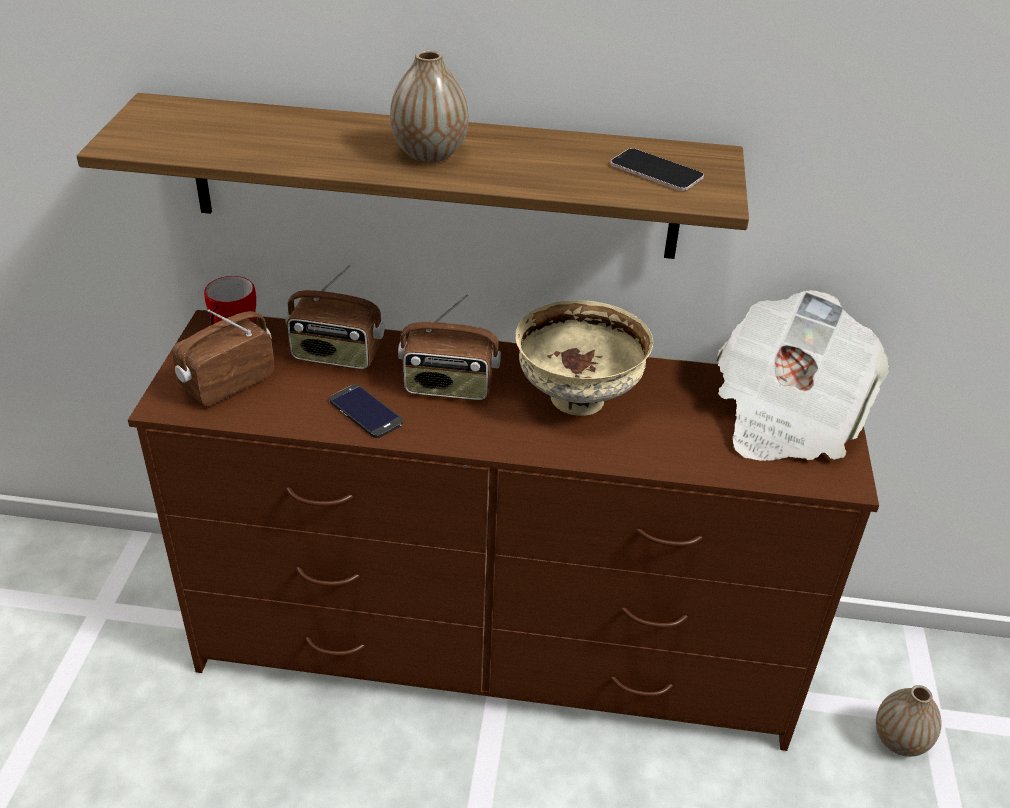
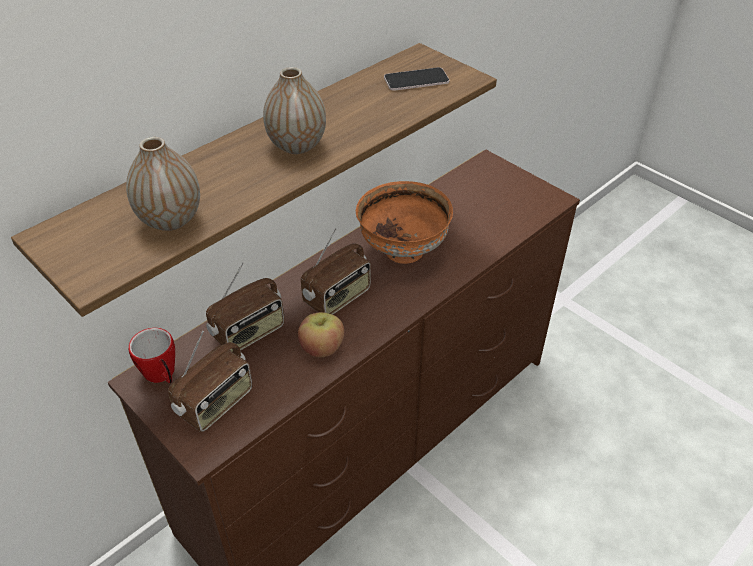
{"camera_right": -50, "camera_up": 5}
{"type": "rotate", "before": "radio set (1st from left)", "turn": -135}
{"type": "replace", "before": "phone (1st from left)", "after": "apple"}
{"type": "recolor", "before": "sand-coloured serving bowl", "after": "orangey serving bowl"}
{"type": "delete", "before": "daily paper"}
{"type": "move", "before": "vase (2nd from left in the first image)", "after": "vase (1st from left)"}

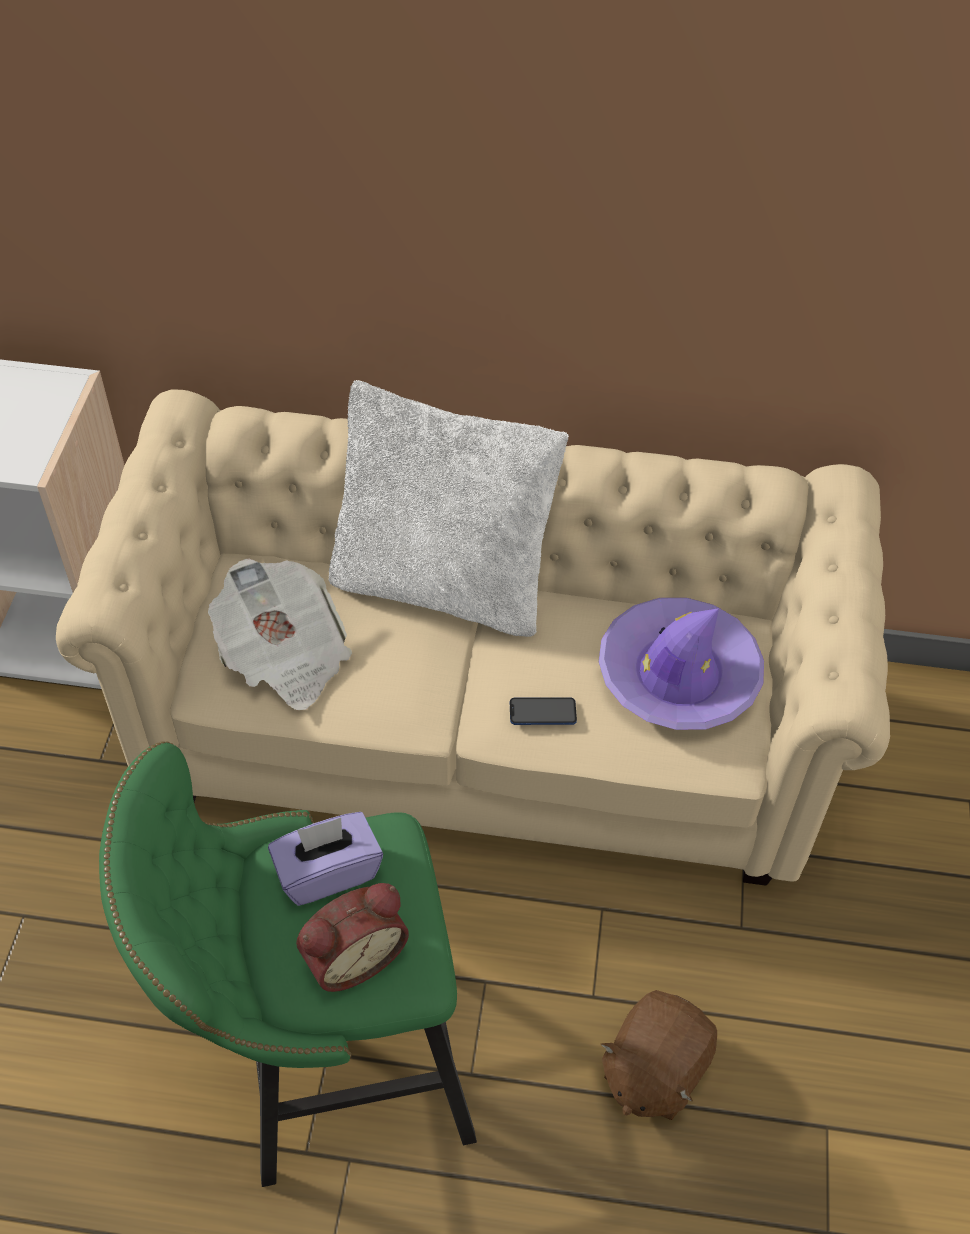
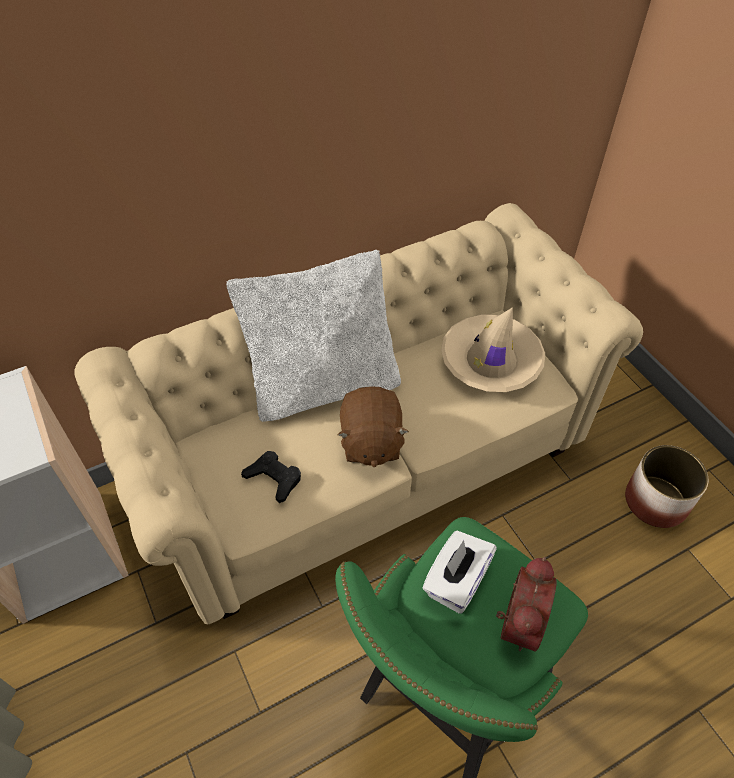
{"camera_right": -35, "camera_up": 0}
{"type": "replace", "before": "daily paper", "after": "black-coloured joypad"}
{"type": "recolor", "before": "purplish box of tissues", "after": "whitish box of tissues"}
{"type": "delete", "before": "phone"}
{"type": "recolor", "before": "purplish hat", "after": "sand-coloured hat"}
{"type": "move", "before": "brownish plush toy"}
{"type": "insert", "after": "flower pot"}

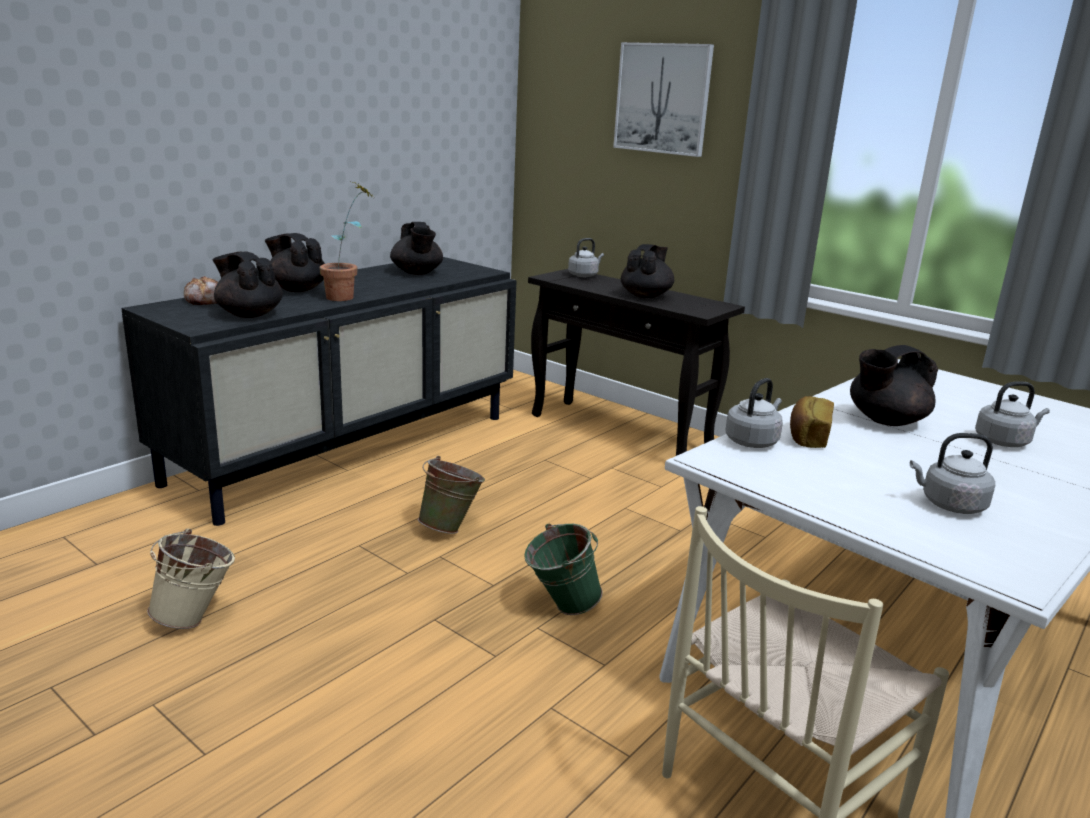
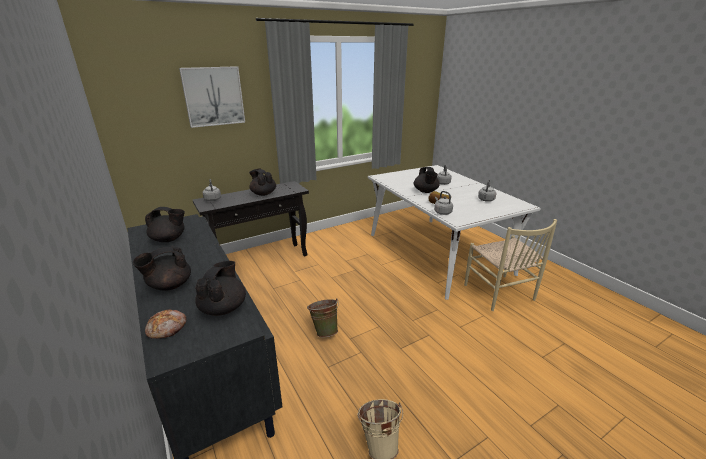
{"camera_right": -70, "camera_up": 5}
{"type": "rotate", "before": "black-coloured teapot (1st from left in the first image)", "turn": 135}
{"type": "delete", "before": "houseplant"}
{"type": "delete", "before": "green-coloured pail (2nd from left)"}

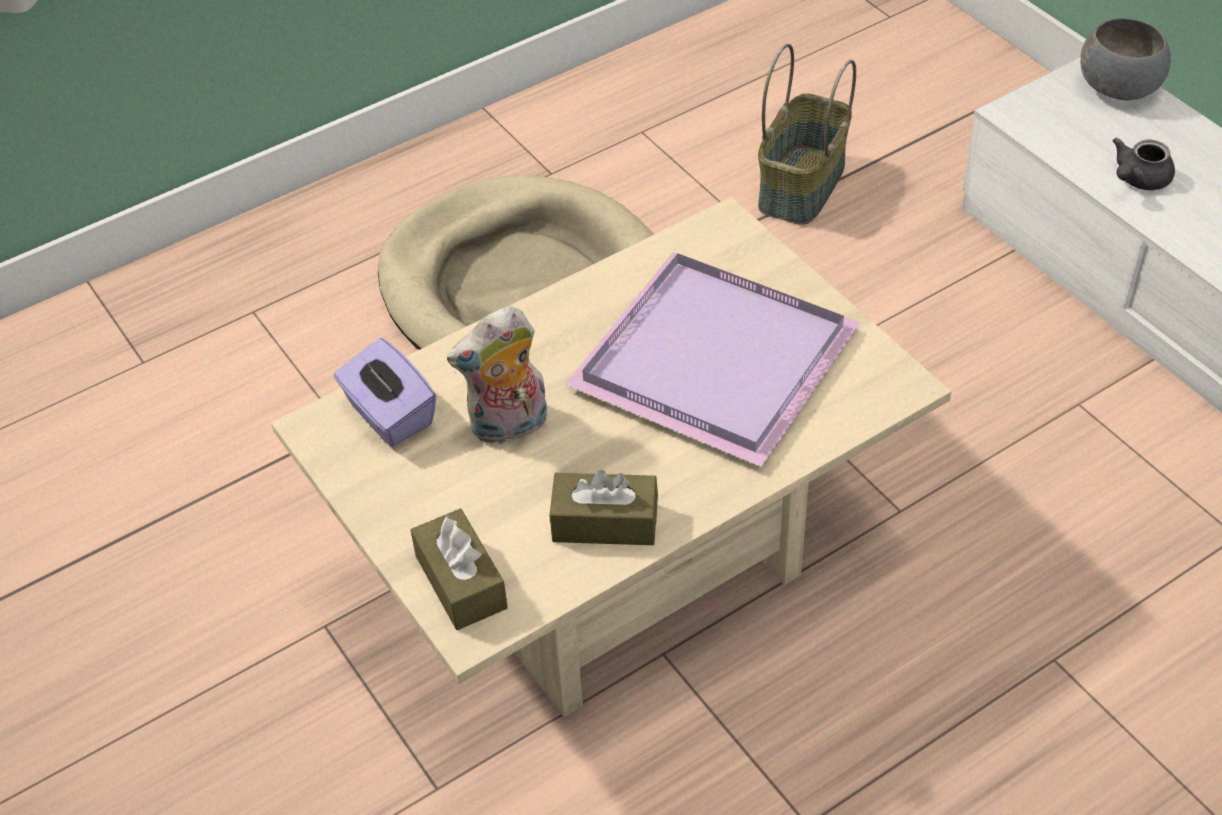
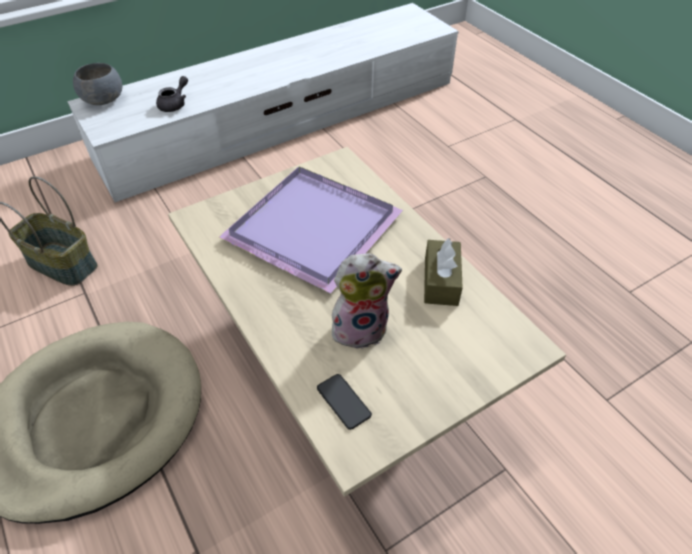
{"camera_right": -90, "camera_up": 0}
{"type": "replace", "before": "purplish box of tissues", "after": "phone"}
{"type": "delete", "before": "brownish box of tissues (1st from left)"}
{"type": "rotate", "before": "plush toy", "turn": -75}
{"type": "rotate", "before": "gray teapot", "turn": -105}

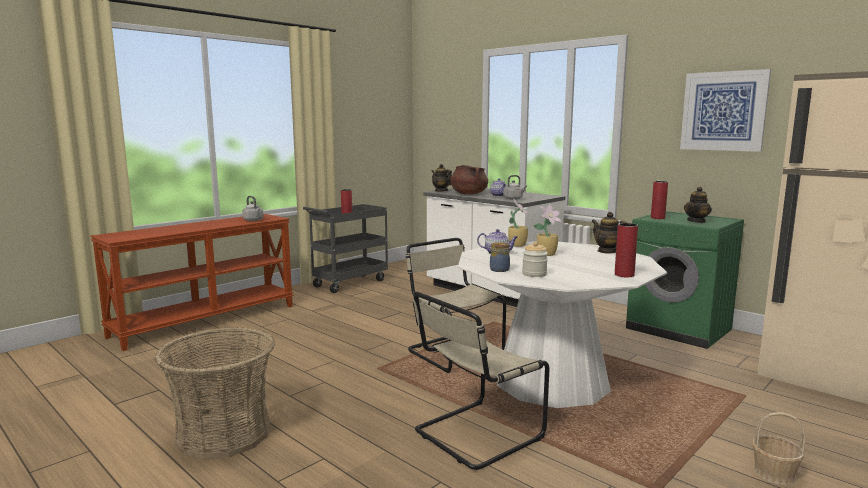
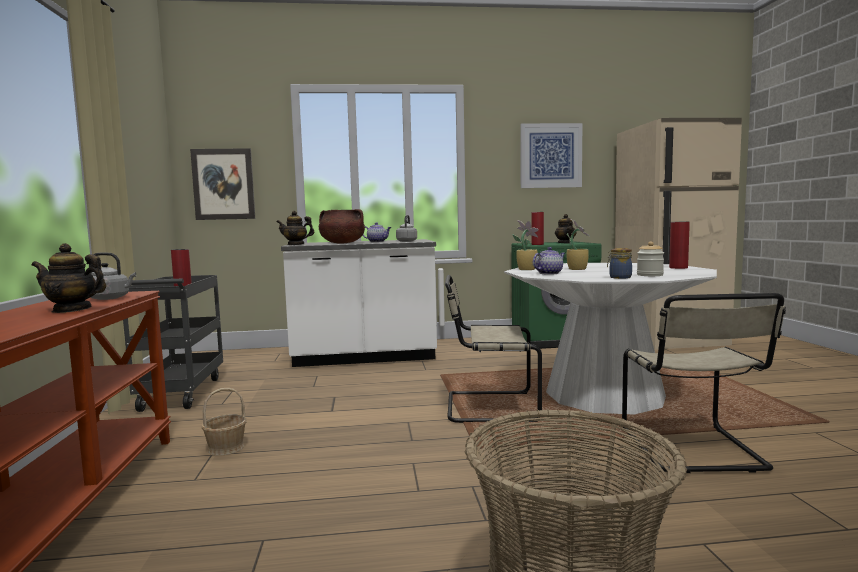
{"camera_right": -50, "camera_up": -5}
{"type": "move", "before": "teapot (4th from left in the first image)", "after": "teapot (1st from left)"}
{"type": "move", "before": "household basket (2nd from left in the first image)", "after": "household basket (1st from left)"}
{"type": "insert", "after": "wall picture (1st from left)"}

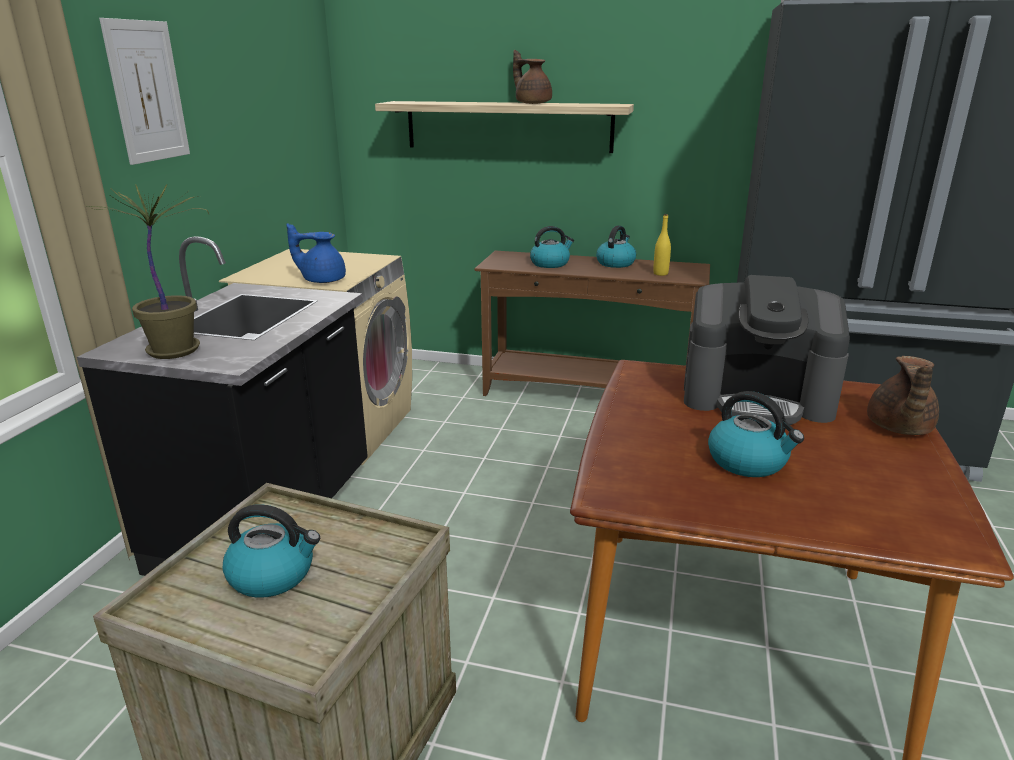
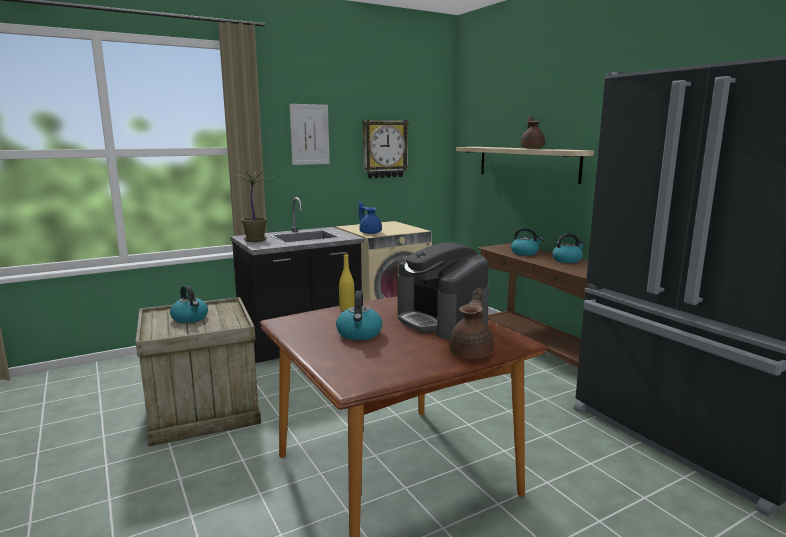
{"camera_right": 45, "camera_up": -10}
{"type": "move", "before": "yellow bottle"}
{"type": "rotate", "before": "brownish teapot (2nd from left in the first image)", "turn": 135}
{"type": "insert", "after": "clock on the wall"}

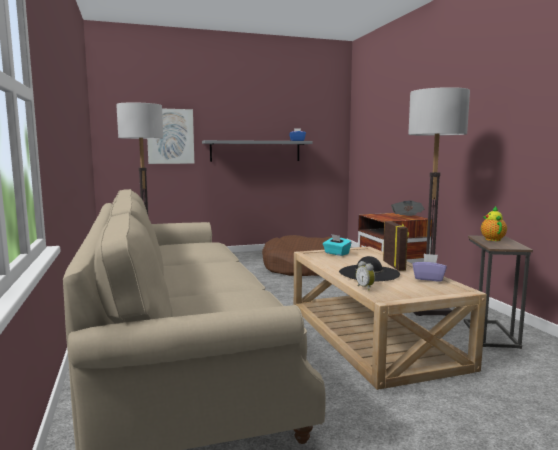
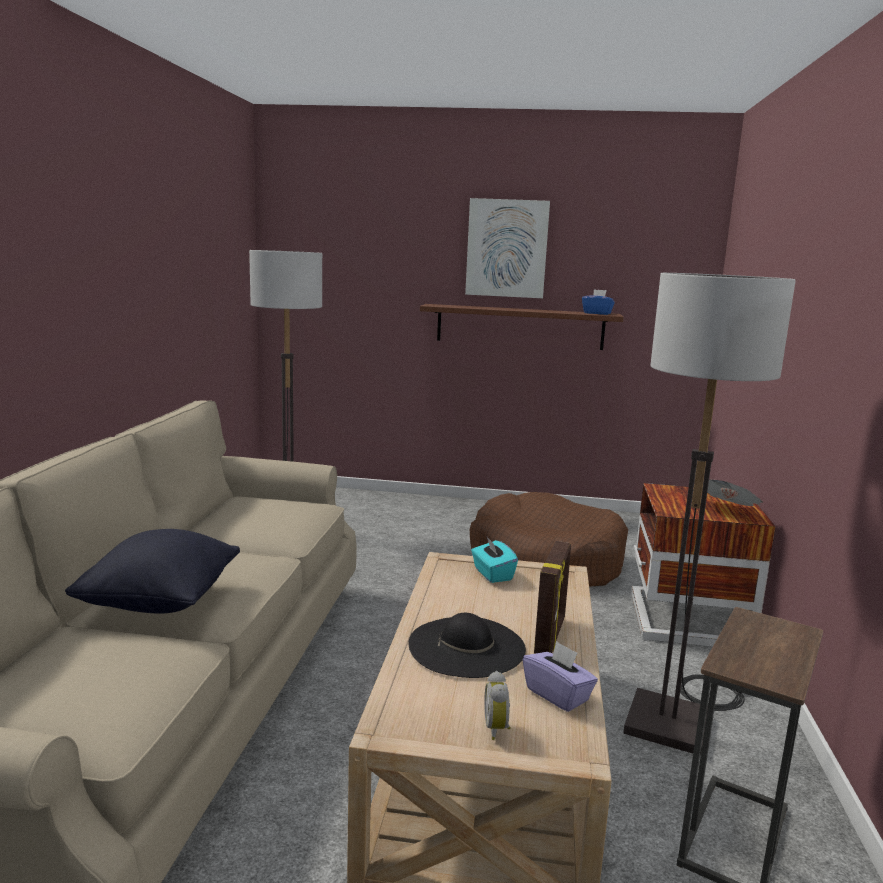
{"camera_right": 25, "camera_up": 5}
{"type": "move", "before": "wall picture"}
{"type": "recolor", "before": "gray bracket shelf", "after": "brownish bracket shelf"}
{"type": "move", "before": "alarm clock"}
{"type": "delete", "before": "teapot"}
{"type": "insert", "after": "black-coloured pillow"}

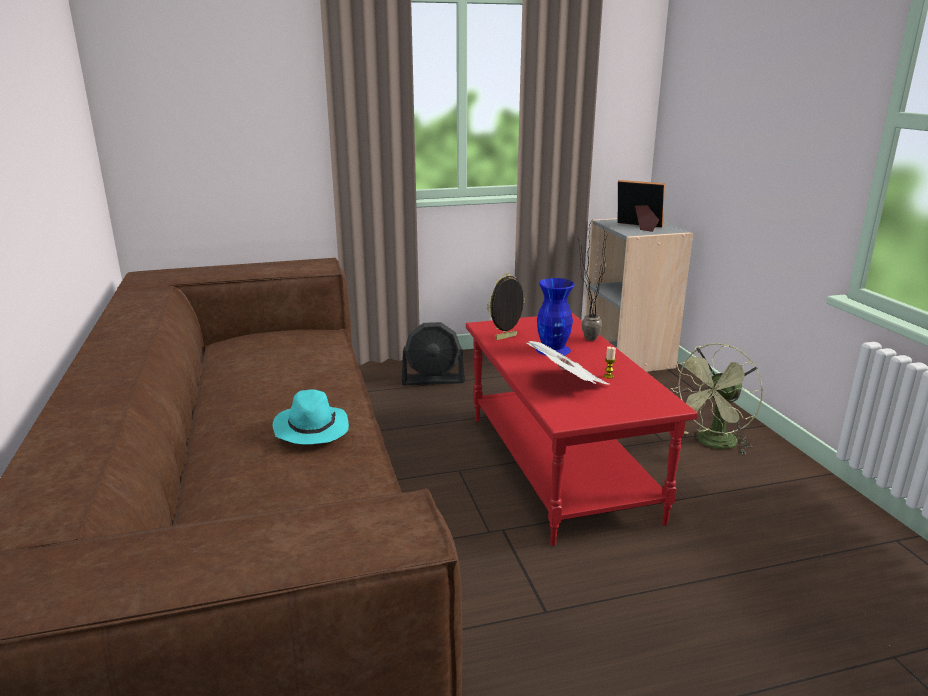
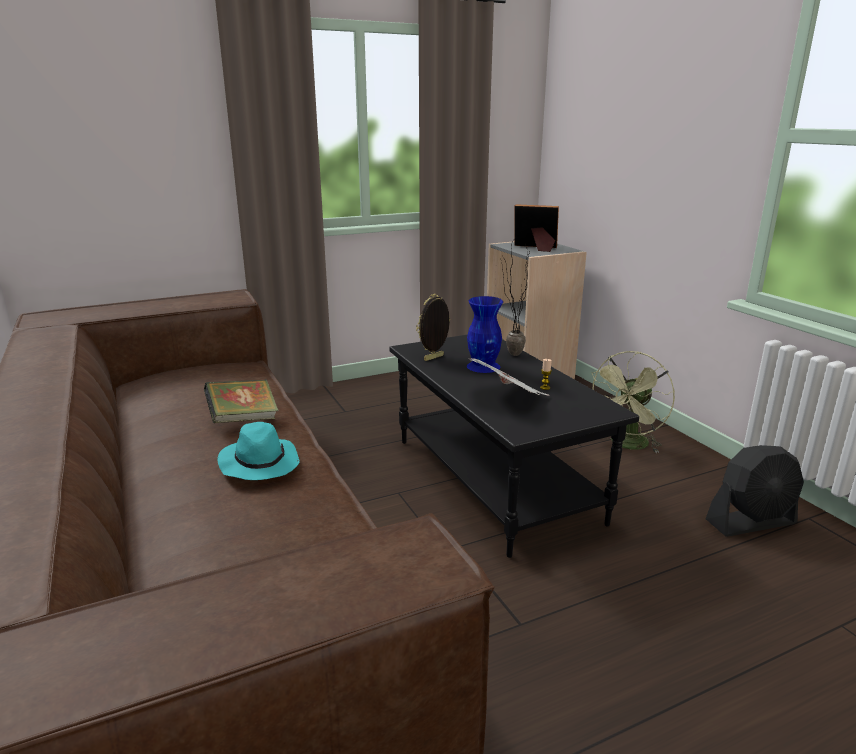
{"camera_right": -10, "camera_up": 0}
{"type": "move", "before": "black-coloured electric fan"}
{"type": "recolor", "before": "red-coloured low table", "after": "black-coloured low table"}
{"type": "insert", "after": "volume"}

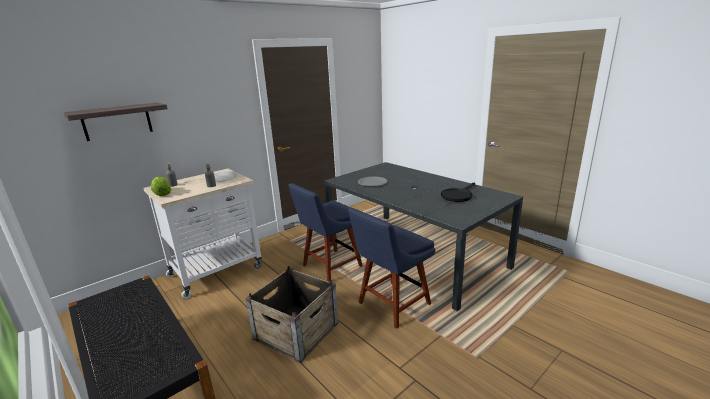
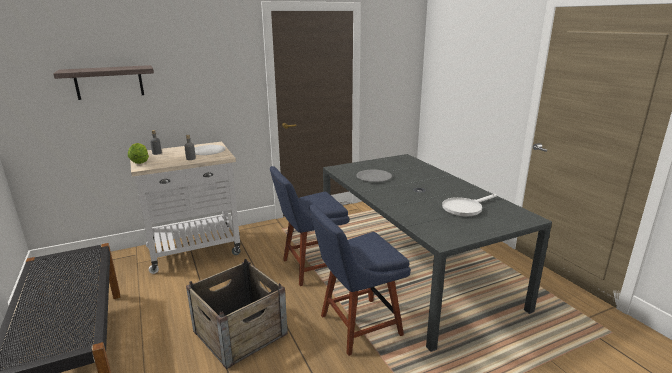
{"camera_right": 15, "camera_up": 0}
{"type": "recolor", "before": "black-coloured frying pan", "after": "whitish frying pan"}

